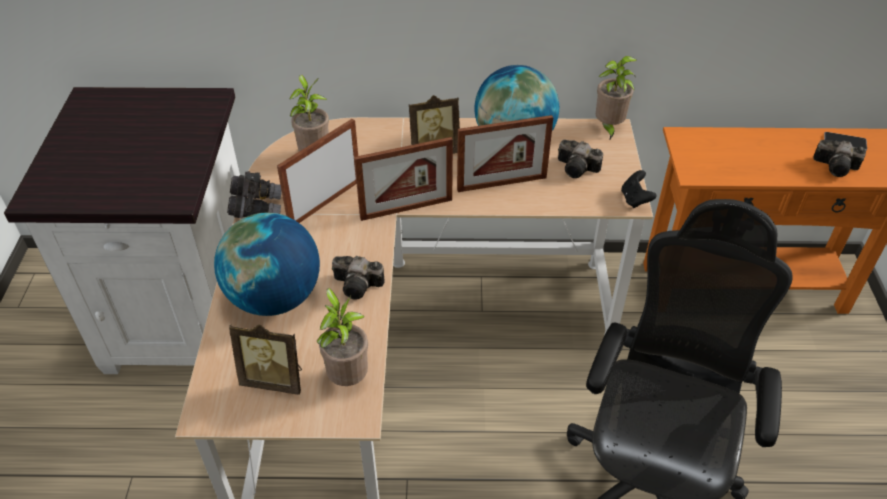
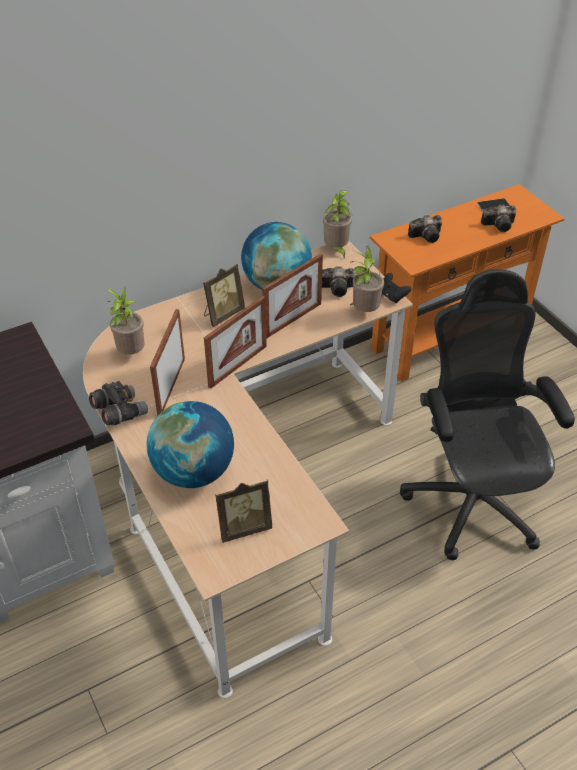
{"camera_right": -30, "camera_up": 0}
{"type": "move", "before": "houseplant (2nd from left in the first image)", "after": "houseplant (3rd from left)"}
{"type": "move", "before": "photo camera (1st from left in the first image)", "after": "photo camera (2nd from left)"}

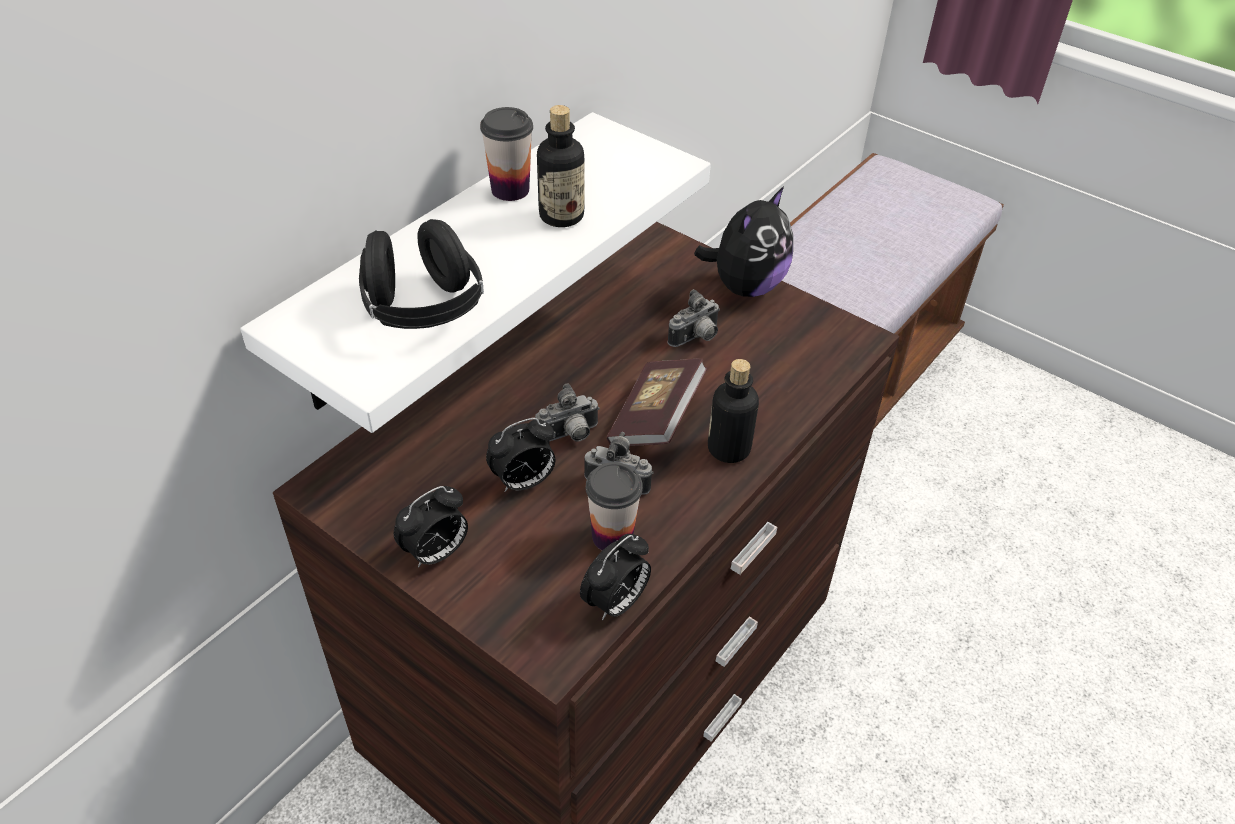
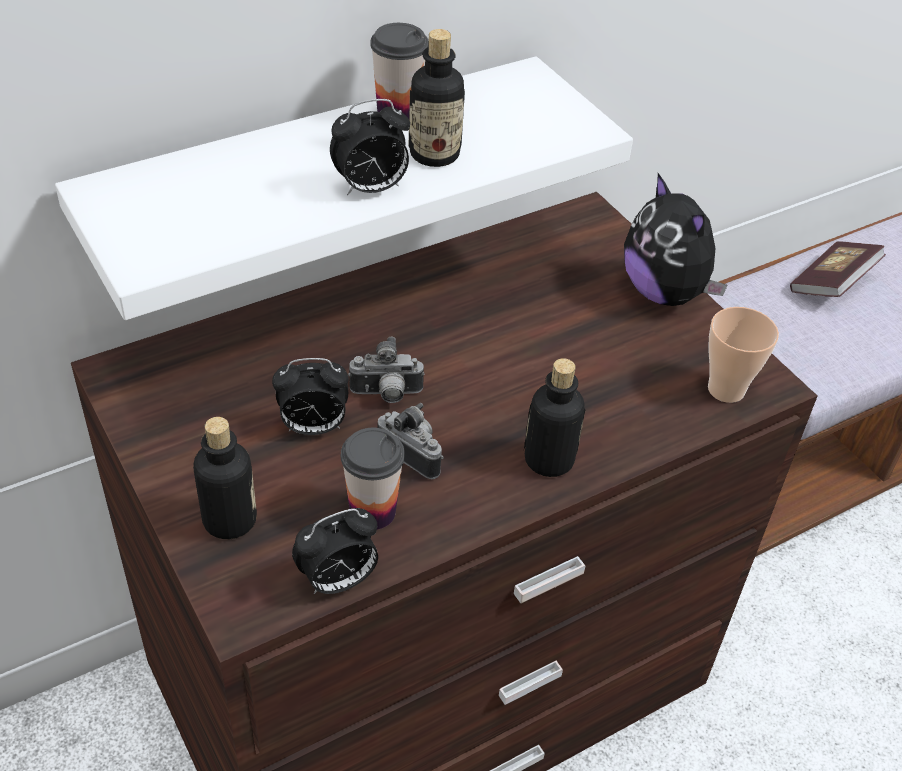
{"camera_right": 20, "camera_up": 0}
{"type": "delete", "before": "black-coloured pair of headphones"}
{"type": "move", "before": "alarm clock (1st from left in the first image)", "after": "alarm clock (3rd from left)"}
{"type": "move", "before": "volume"}
{"type": "delete", "before": "photo camera (3rd from left)"}
{"type": "rotate", "before": "plush toy", "turn": 90}
{"type": "insert", "after": "bottle (1st from left)"}
{"type": "insert", "after": "cup (3rd from left)"}

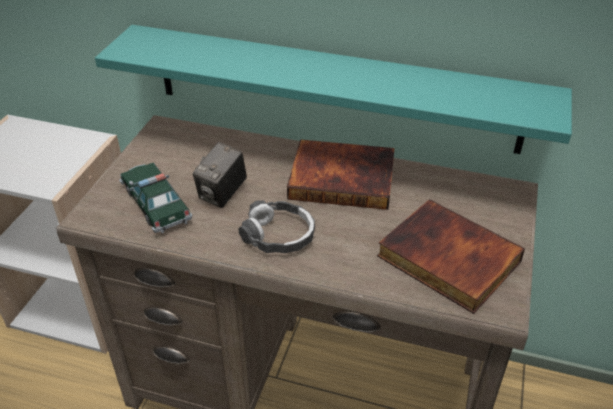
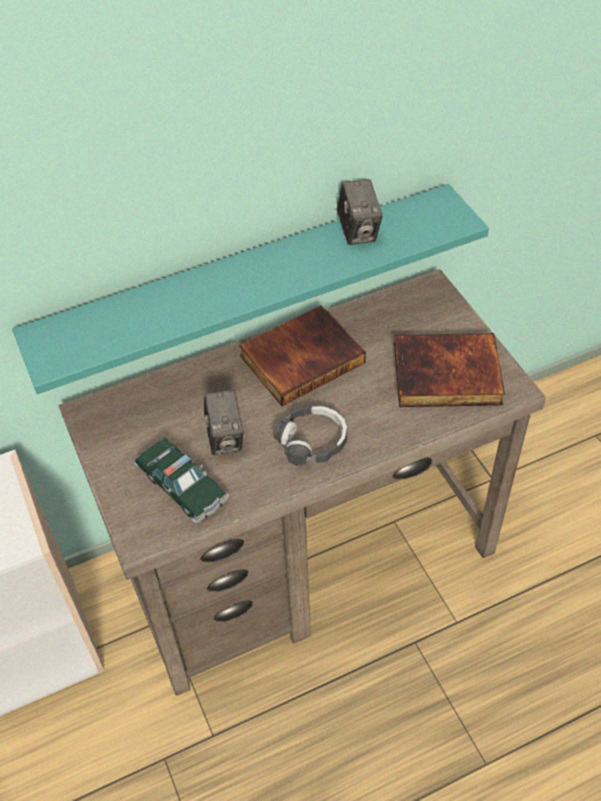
{"camera_right": -40, "camera_up": 10}
{"type": "rotate", "before": "model car", "turn": -150}
{"type": "insert", "after": "photo camera (2nd from left)"}

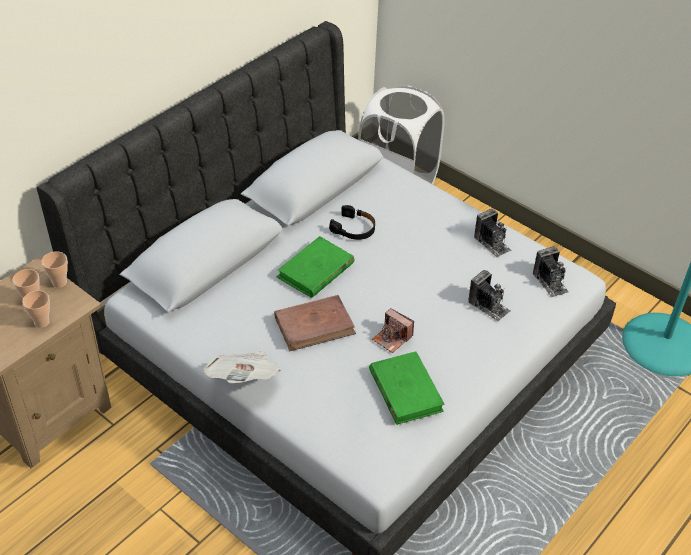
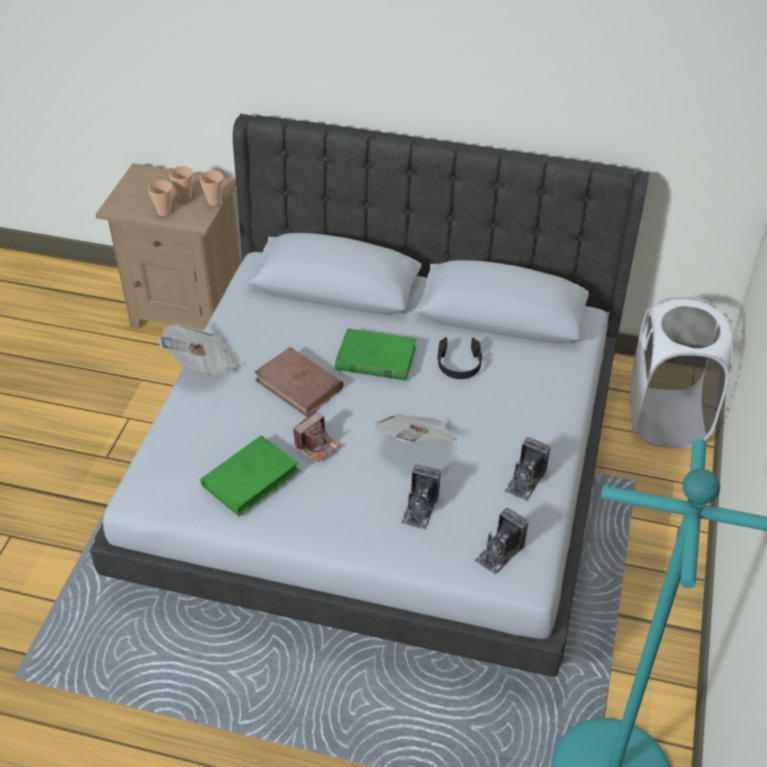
{"camera_right": 65, "camera_up": 0}
{"type": "rotate", "before": "photo camera (1st from left)", "turn": -150}
{"type": "insert", "after": "daily paper (2nd from left)"}

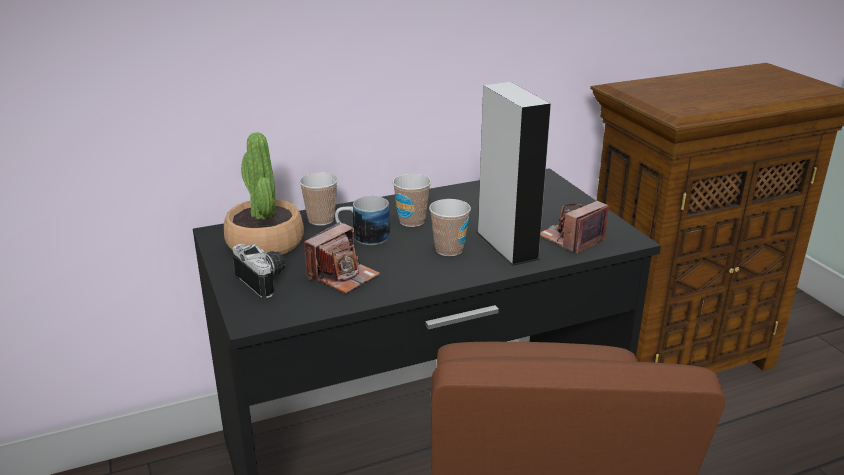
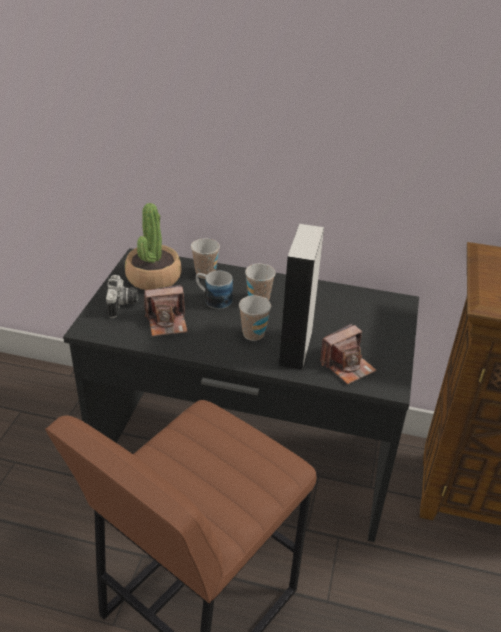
{"camera_right": 35, "camera_up": 10}
{"type": "rotate", "before": "photo camera (3rd from left)", "turn": 150}

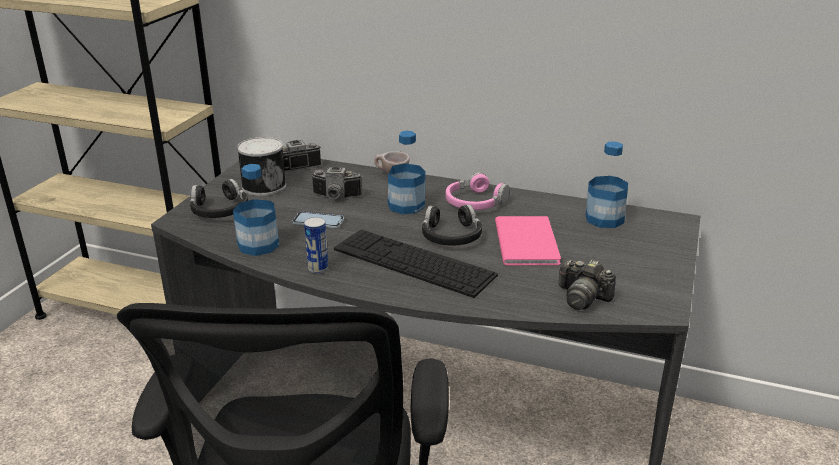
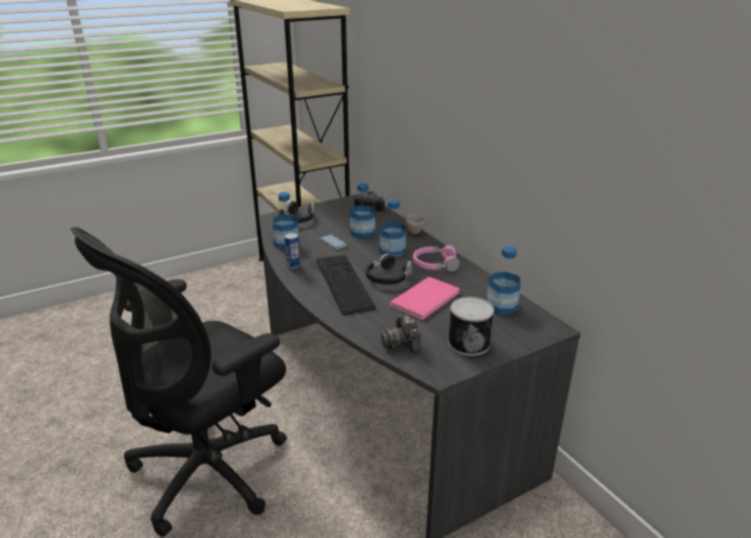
{"camera_right": 40, "camera_up": 0}
{"type": "move", "before": "can (1st from left in the first image)", "after": "can (2nd from left)"}
{"type": "replace", "before": "photo camera (2nd from left)", "after": "bottle (2nd from left)"}

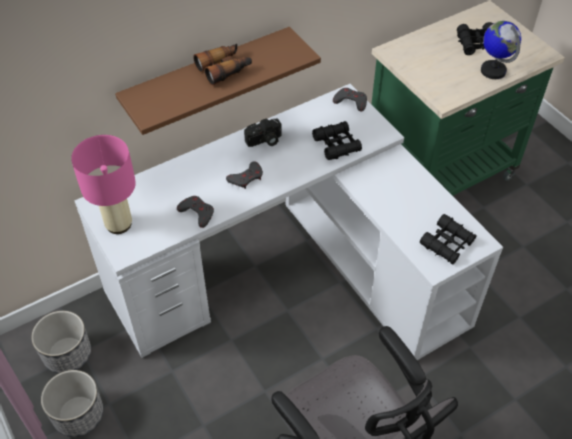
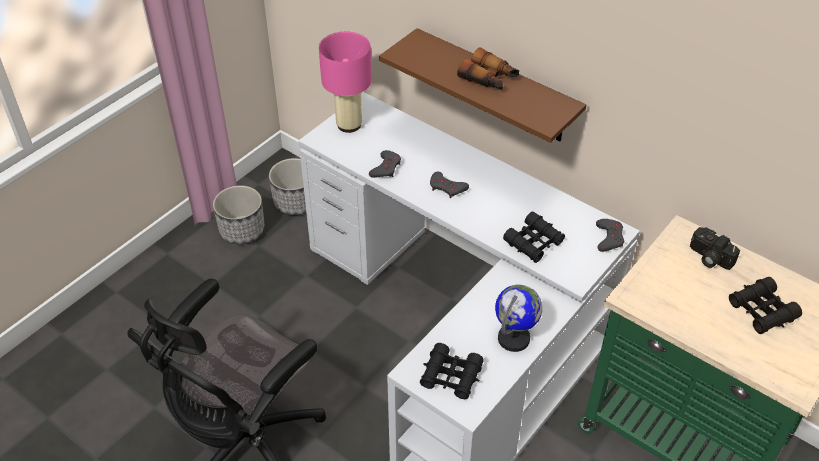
{"camera_right": 70, "camera_up": -5}
{"type": "move", "before": "photo camera"}
{"type": "move", "before": "desk globe"}

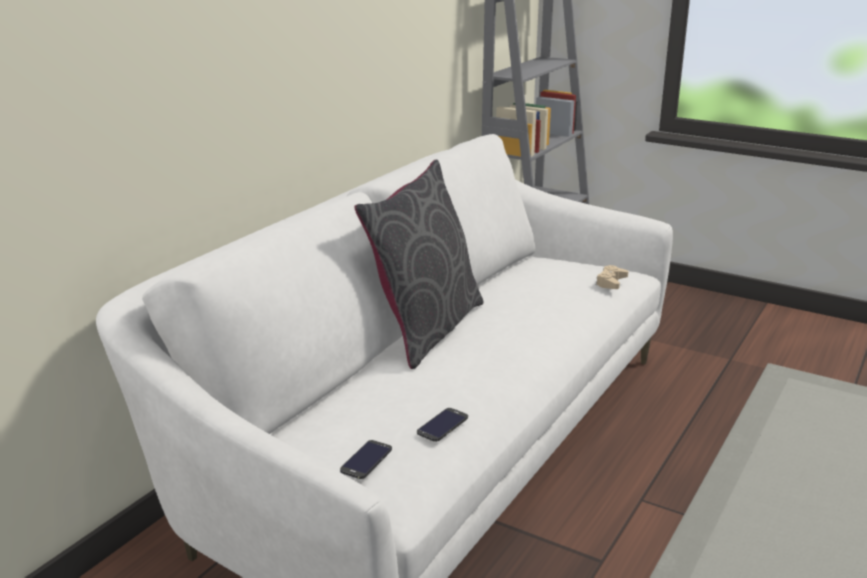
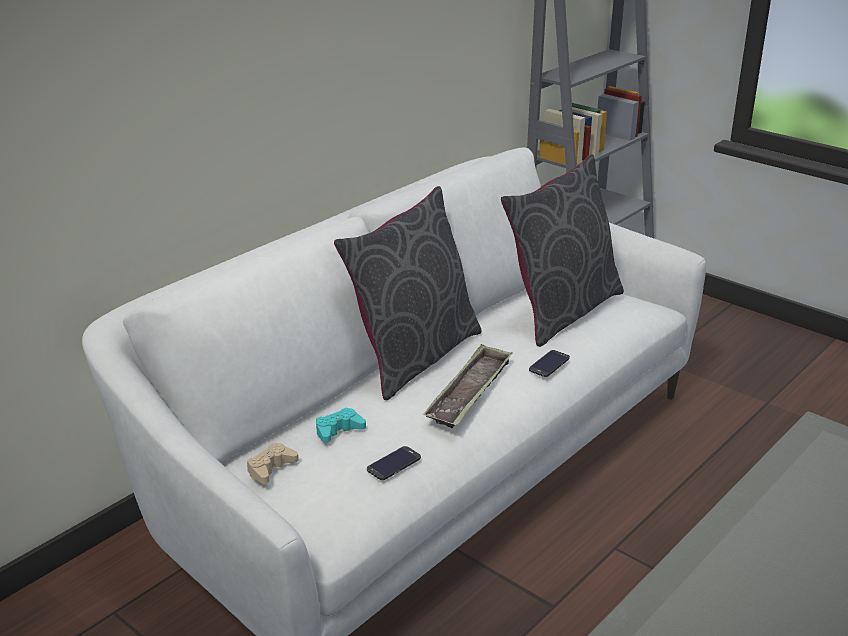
{"camera_right": 10, "camera_up": 5}
{"type": "move", "before": "phone (1st from left in the first image)", "after": "phone (2nd from left)"}
{"type": "move", "before": "sand-coloured joypad"}
{"type": "insert", "after": "blue-green joypad"}
{"type": "insert", "after": "tray"}
{"type": "insert", "after": "gray pillow (2nd from left)"}

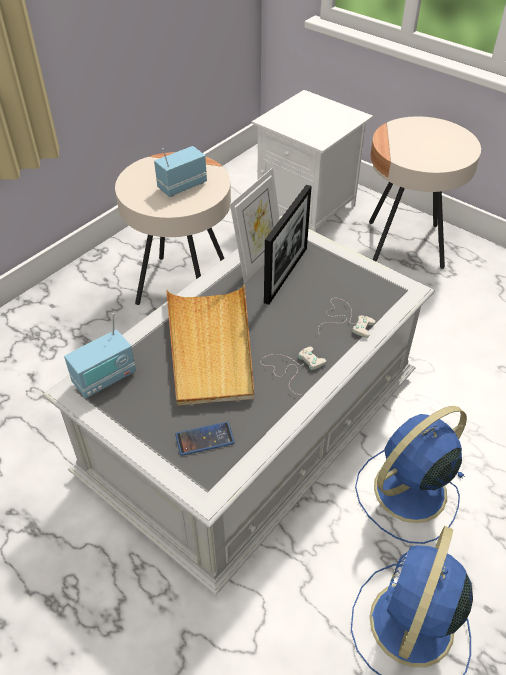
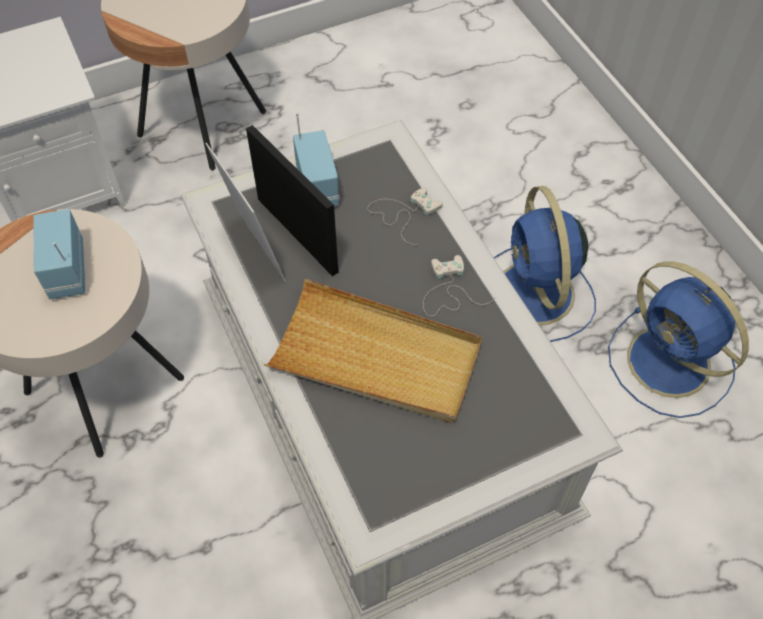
{"camera_right": -65, "camera_up": 10}
{"type": "move", "before": "radio set (1st from left in the first image)", "after": "radio set (2nd from left)"}
{"type": "delete", "before": "phone"}

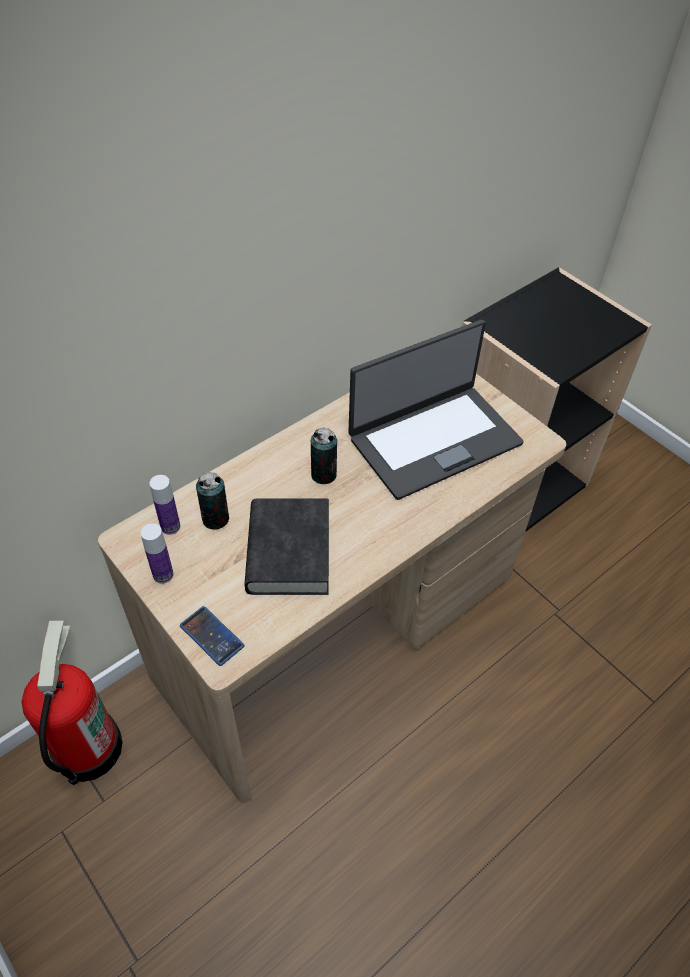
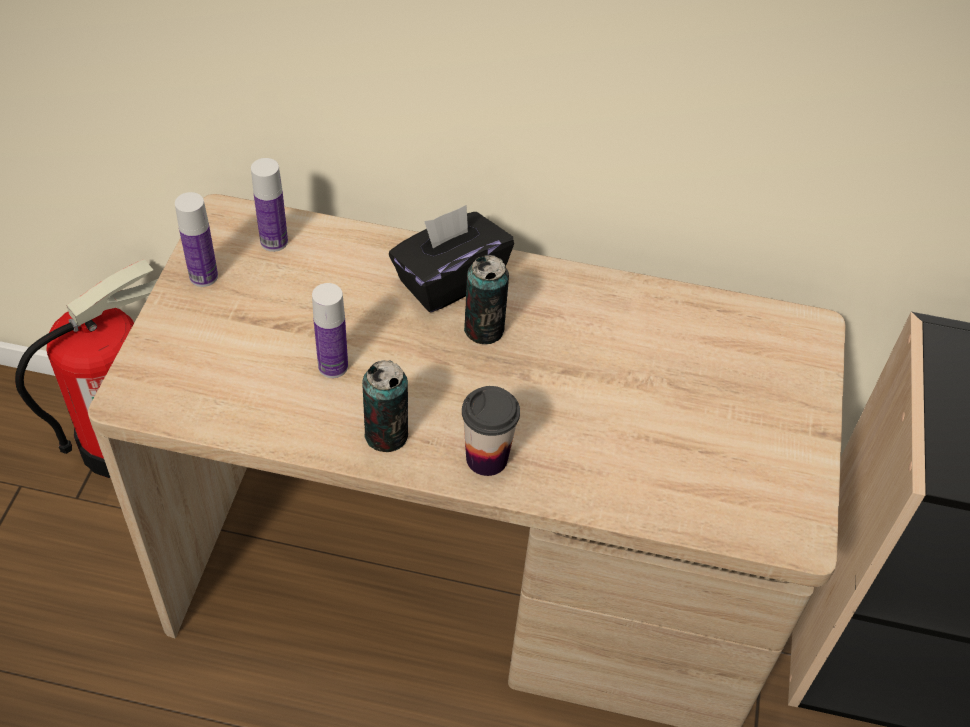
{"camera_right": 50, "camera_up": 0}
{"type": "delete", "before": "phone"}
{"type": "move", "before": "can (1st from left)"}
{"type": "replace", "before": "black-coloured volume", "after": "bottle (3rd from left)"}
{"type": "delete", "before": "laptop"}
{"type": "insert", "after": "black-coloured box of tissues"}
{"type": "insert", "after": "cup"}

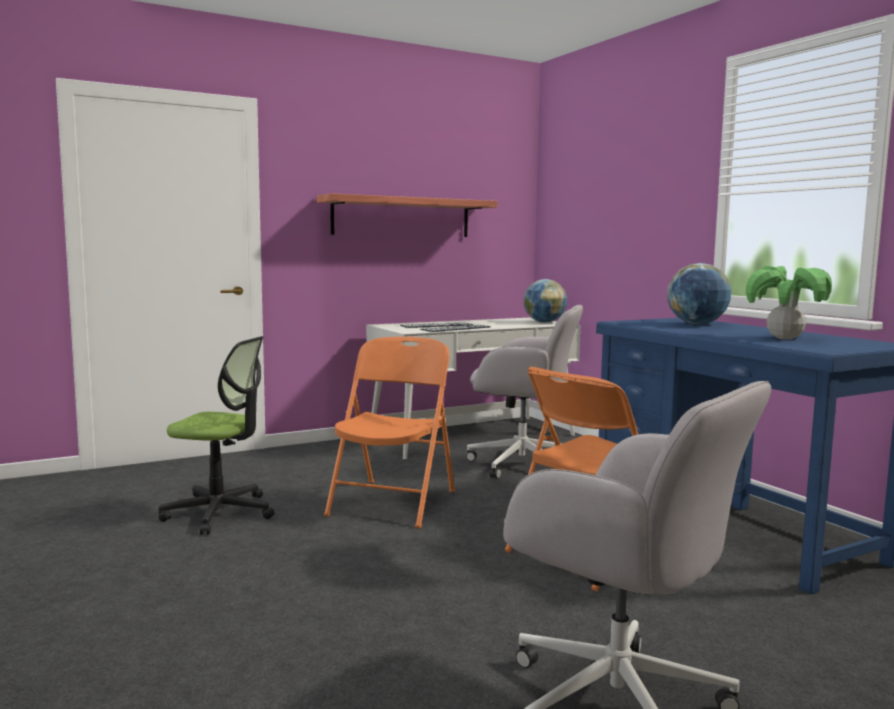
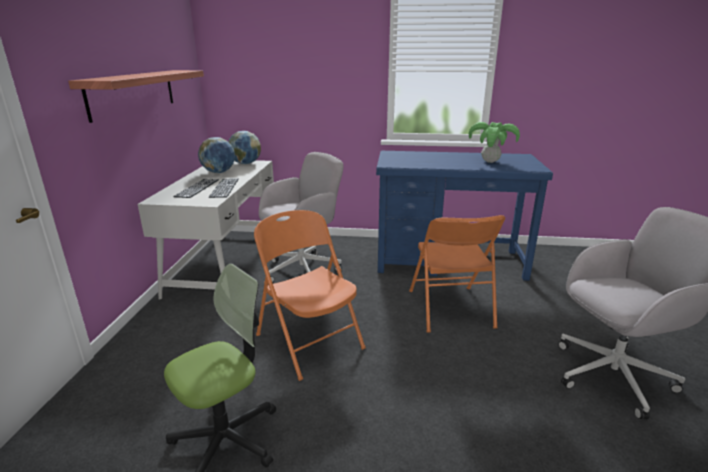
{"camera_right": -55, "camera_up": 15}
{"type": "move", "before": "desk globe (2nd from left in the first image)", "after": "desk globe (1st from left)"}

